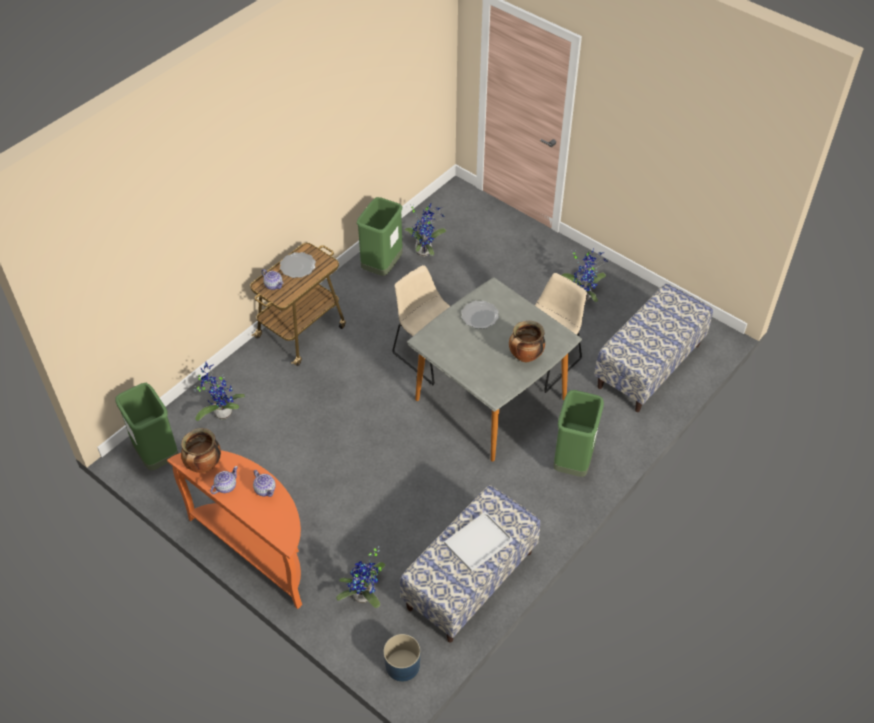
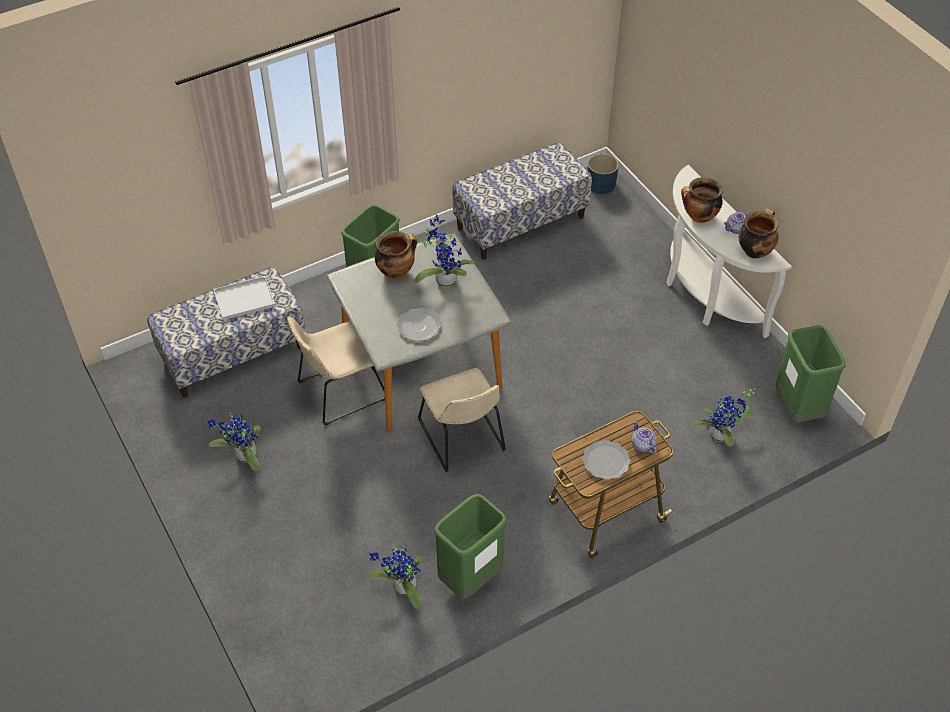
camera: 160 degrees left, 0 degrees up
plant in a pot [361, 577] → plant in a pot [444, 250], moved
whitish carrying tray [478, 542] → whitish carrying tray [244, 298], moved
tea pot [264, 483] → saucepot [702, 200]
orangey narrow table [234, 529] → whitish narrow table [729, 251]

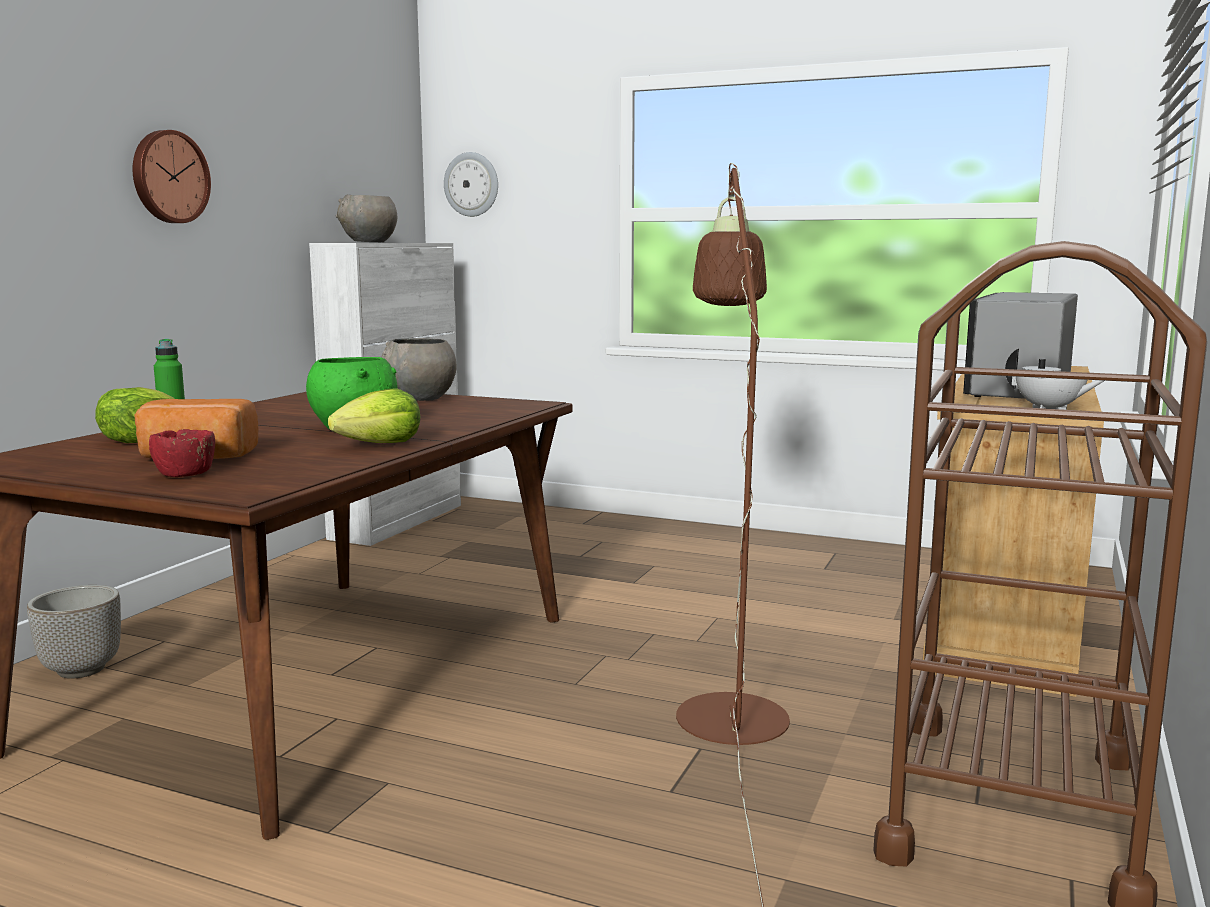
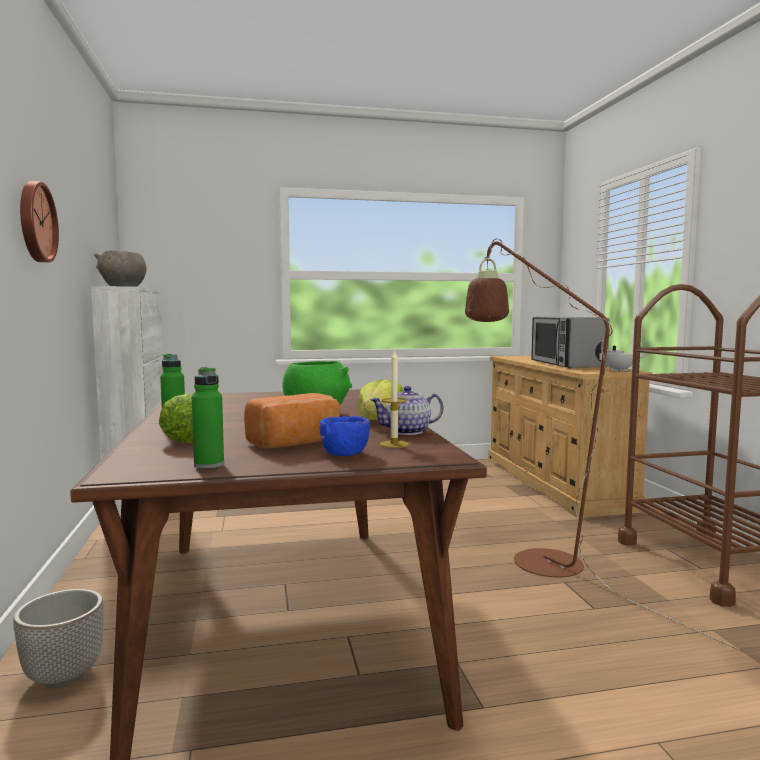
camera: 35 degrees left, 5 degrees down
greyish bowl [419, 369] → -
clock on the wall [471, 184] → -
- → greenish drink bottle [208, 417]
- → tea pot [407, 410]
- → wax light [394, 398]
red-coloured bowl [182, 453] → blue-coloured bowl [345, 436]

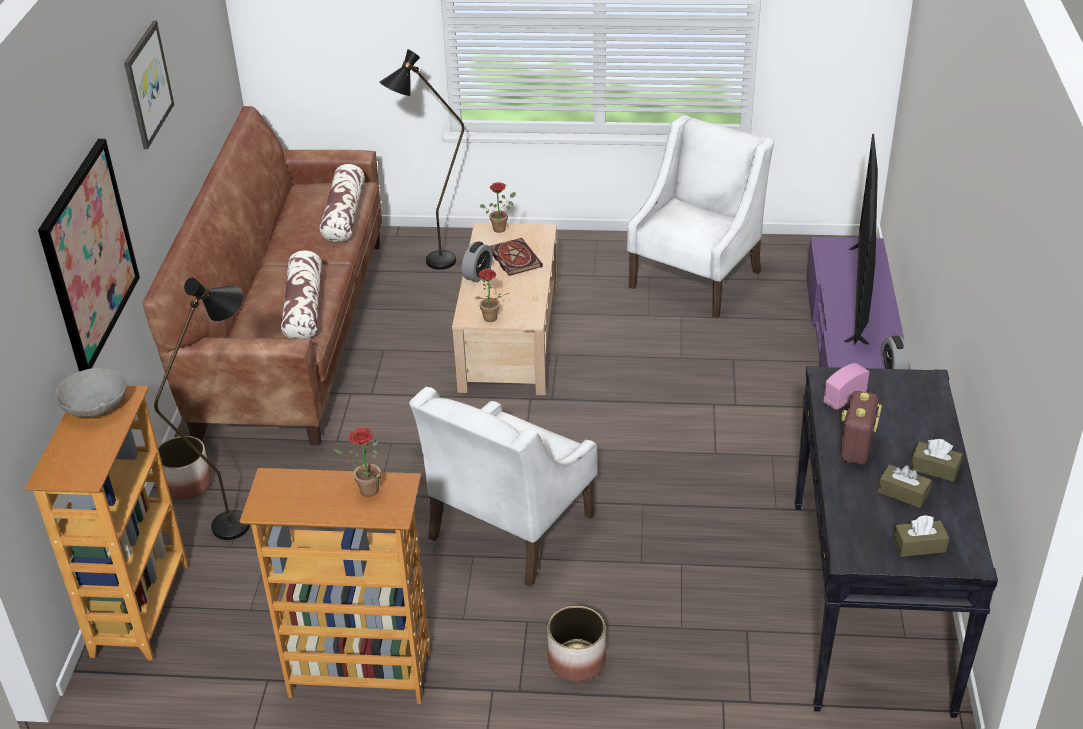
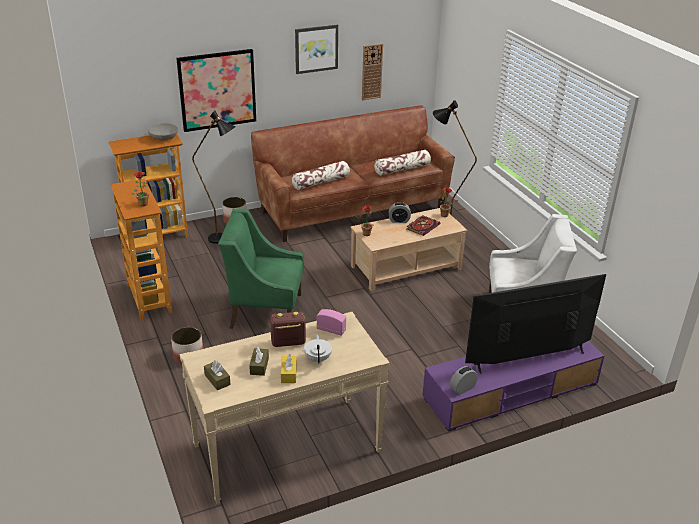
camera: 60 degrees right, 5 degrees down
- → whitish tea pot [318, 349]
- → clock on the wall [372, 71]
whitish easy chair [503, 487] → greenish easy chair [261, 268]
blackish narrow table [896, 542] → beige-coloured narrow table [285, 408]
brown box of tissues [936, 460] → yellow box of tissues [289, 368]

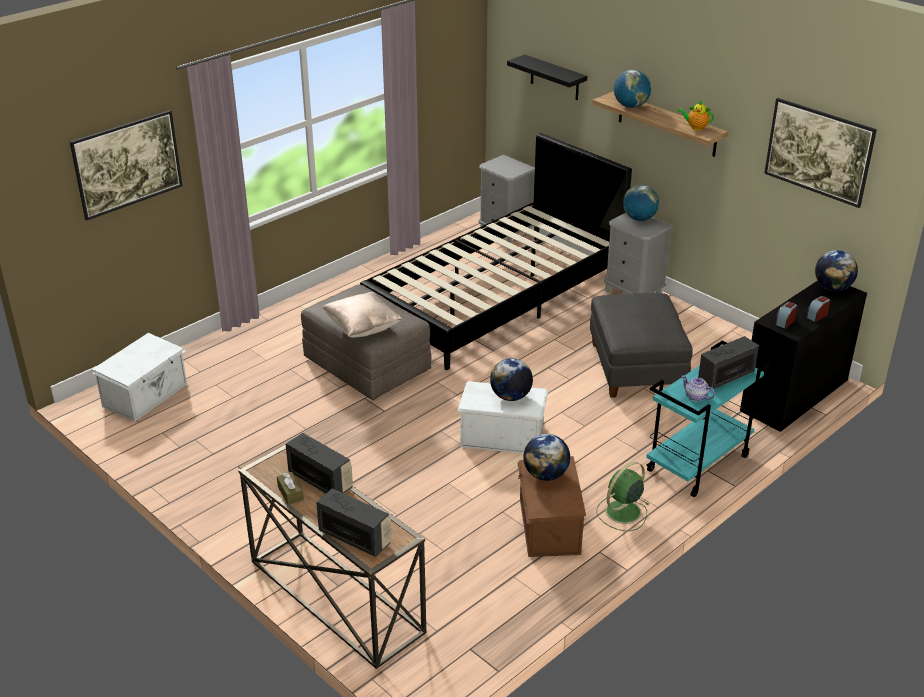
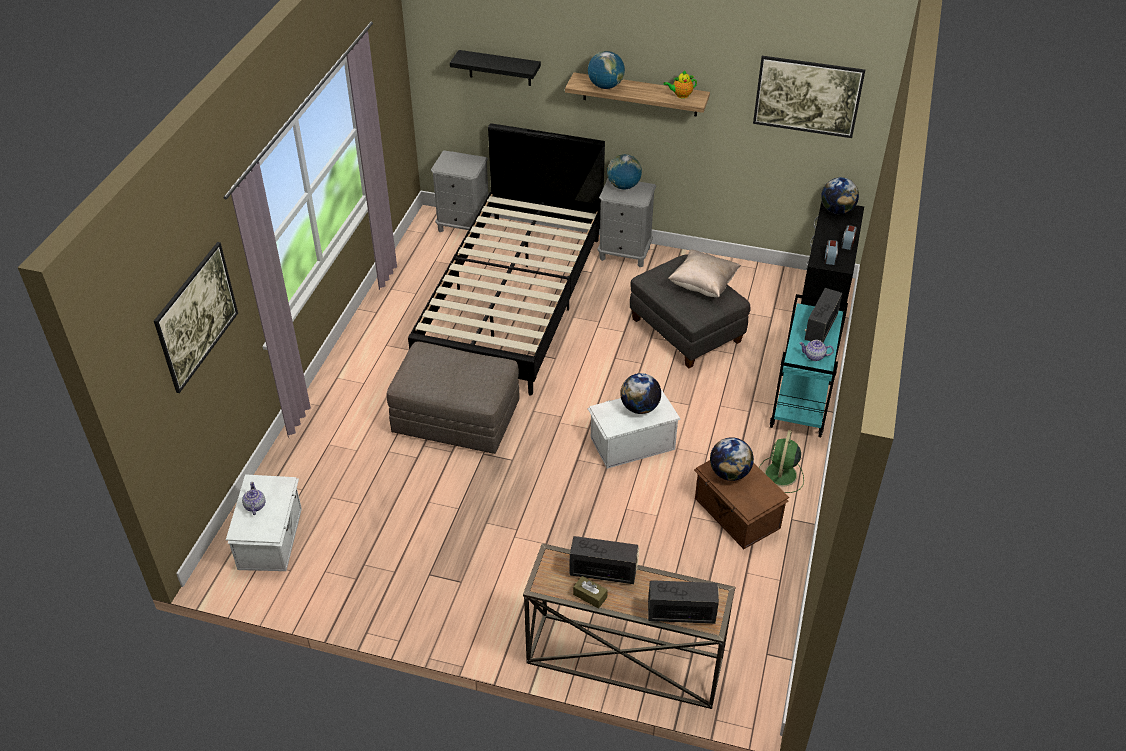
camera: 30 degrees left, 10 degrees up
- → tea pot [254, 498]
beige-coloured cushion [362, 315] → beige-coloured cushion [704, 273], moved

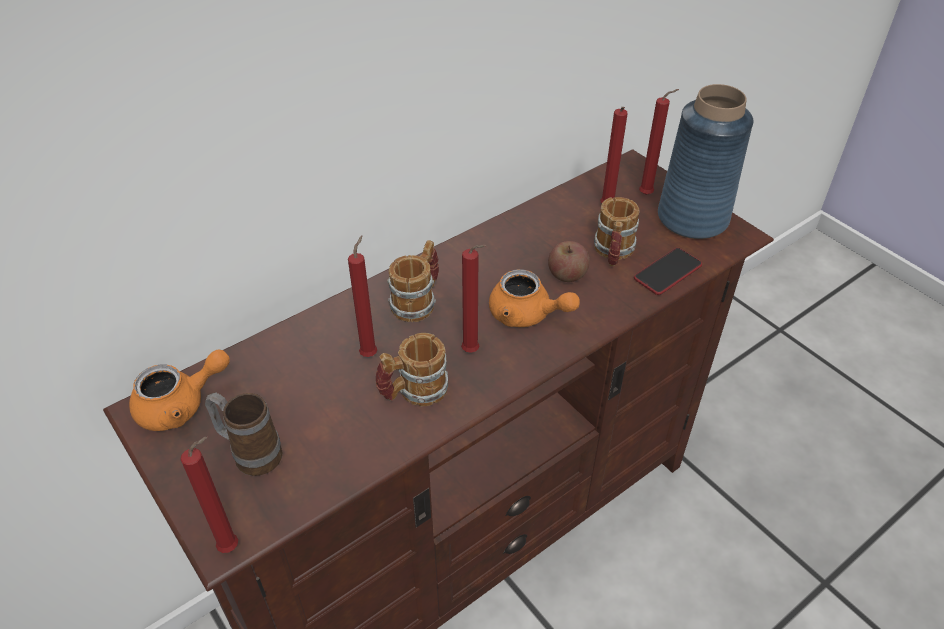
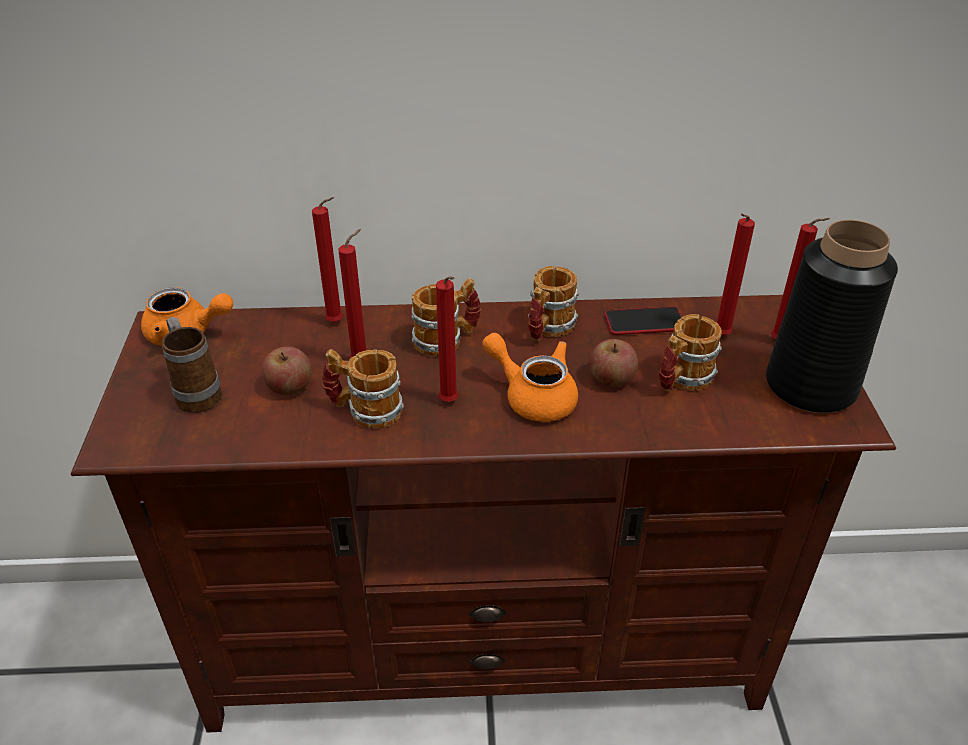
camera: 35 degrees right, 5 degrees down
- → whole apple [287, 371]
- → mug [553, 303]
red-coloured wax light [209, 494] → red-coloured wax light [327, 259], moved
telephone [668, 271] → telephone [643, 320], moved
blue-coloured flower vase [706, 161] → blackish flower vase [832, 316]
orangey tea pot [534, 298] → orangey tea pot [530, 377], 150 degrees clockwise

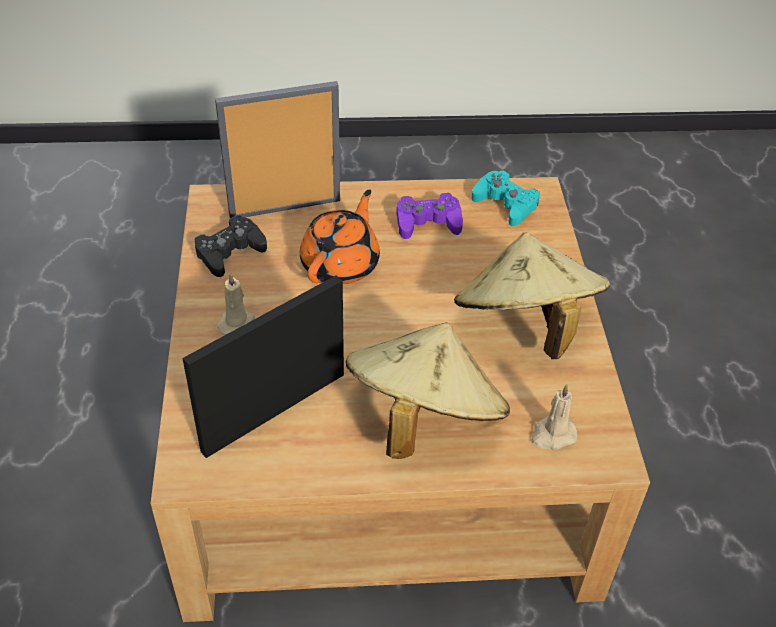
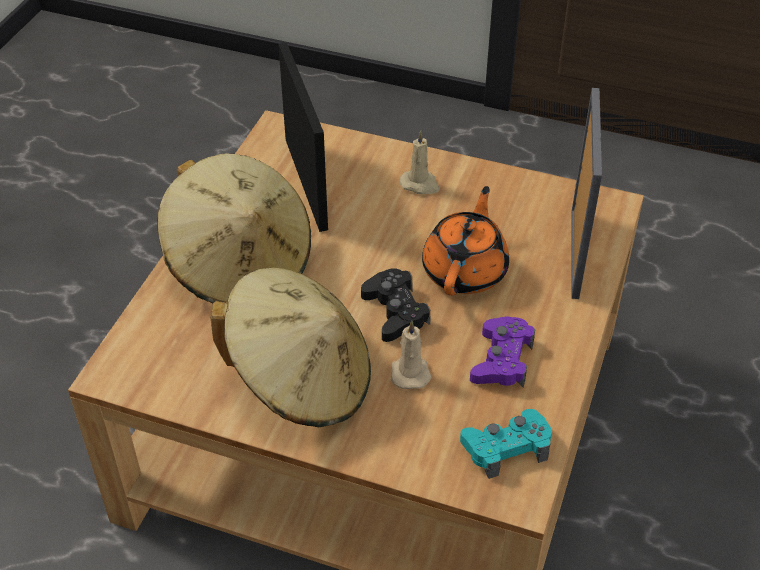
camera: 115 degrees right, 0 degrees up
blackish game controller [230, 246] → blackish game controller [396, 305], moved
beige-coloured wax light [554, 417] → beige-coloured wax light [411, 354], moved
orangey tea pot [340, 237] → orangey tea pot [465, 241], 120 degrees counterclockwise

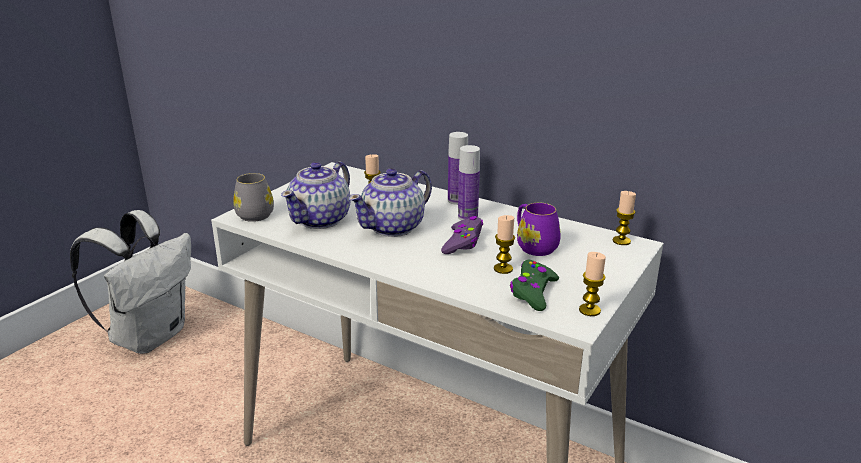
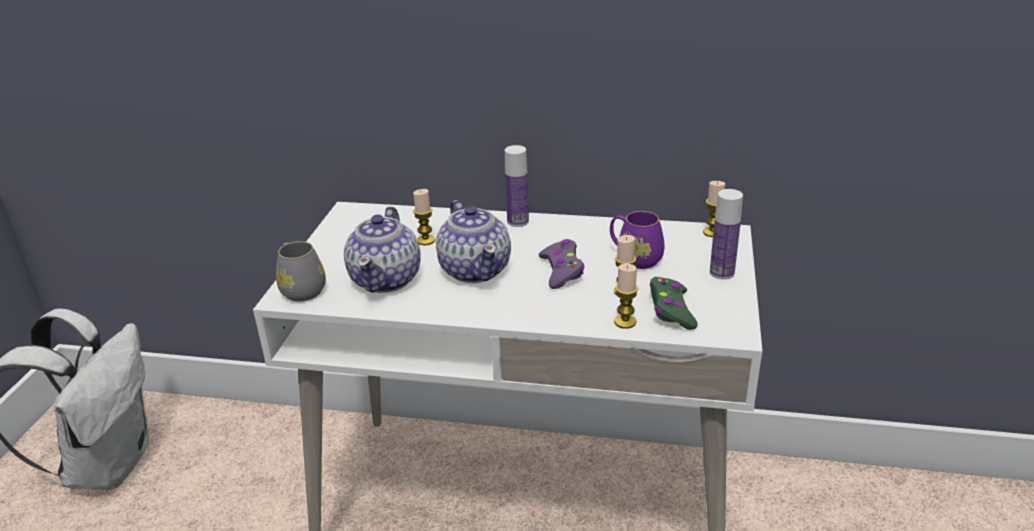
camera: 20 degrees left, 5 degrees up
drink bottle [469, 182] → drink bottle [726, 234], moved
wax light [592, 284] → wax light [626, 296], moved
tea pot [390, 202] → tea pot [473, 241], 45 degrees counterclockwise

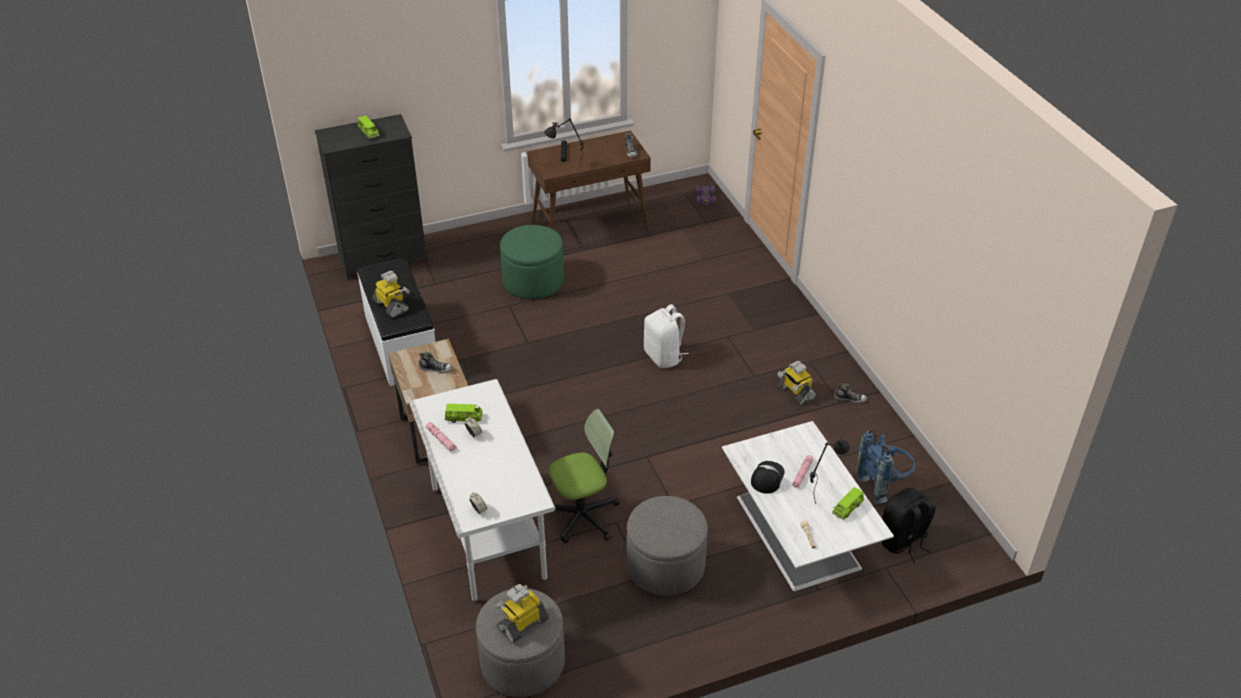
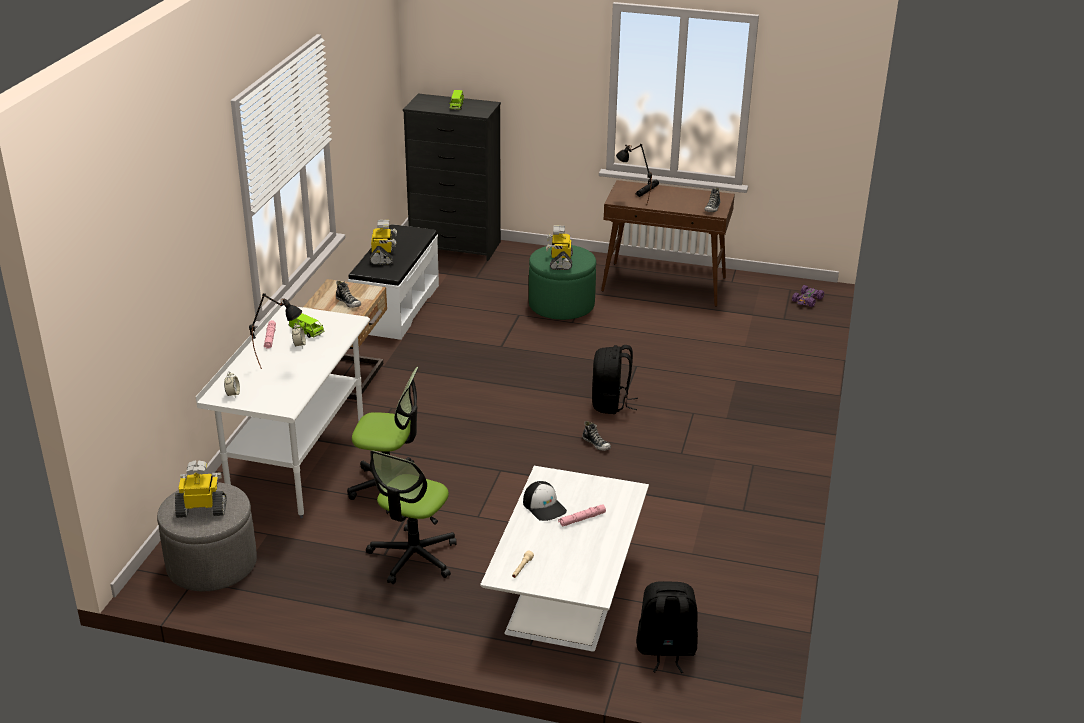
camera: 35 degrees right, 10 degrees down
greenish toy car [848, 503] → -
blue-coloured knapsack [885, 466] → -
robot figure [797, 382] → robot figure [559, 247], moved
blackish table lamp [830, 470] → blackish table lamp [275, 331], moved
low shoe [850, 393] → low shoe [596, 436], moved
greyish pouffe [667, 546] → desk chair [411, 517]
whitish knapsack [666, 336] → blackish knapsack [615, 379]
peaked cap [768, 477] → peaked cap [545, 501], 90 degrees clockwise

